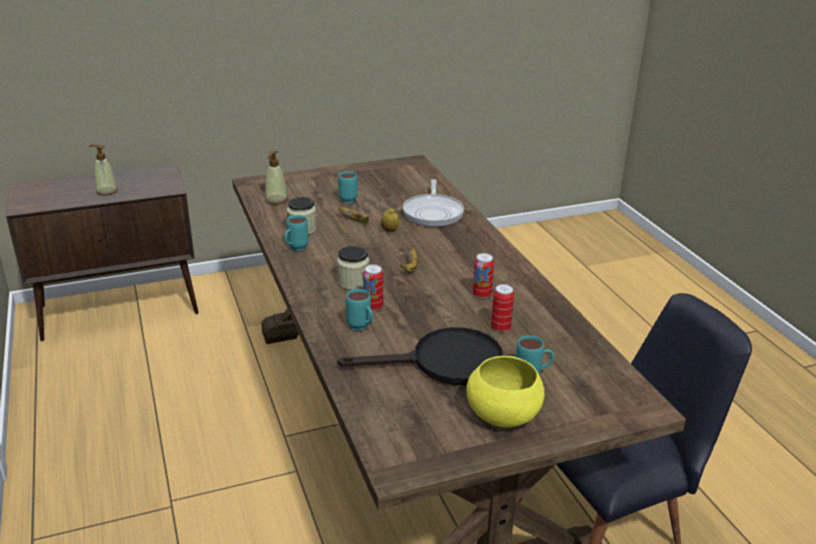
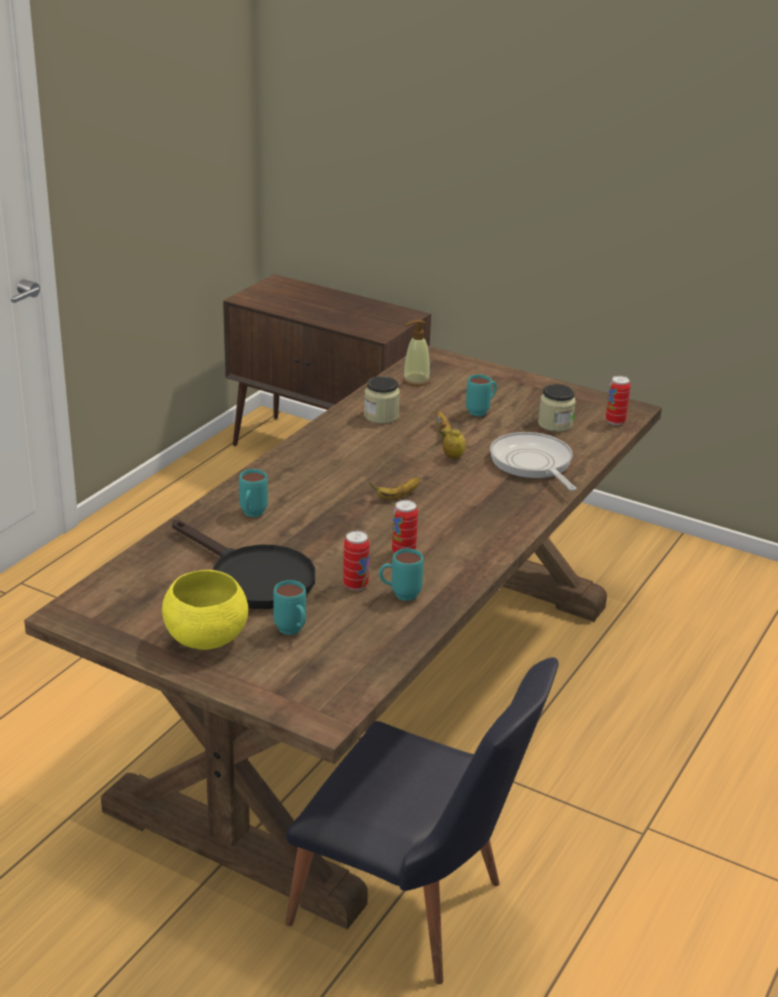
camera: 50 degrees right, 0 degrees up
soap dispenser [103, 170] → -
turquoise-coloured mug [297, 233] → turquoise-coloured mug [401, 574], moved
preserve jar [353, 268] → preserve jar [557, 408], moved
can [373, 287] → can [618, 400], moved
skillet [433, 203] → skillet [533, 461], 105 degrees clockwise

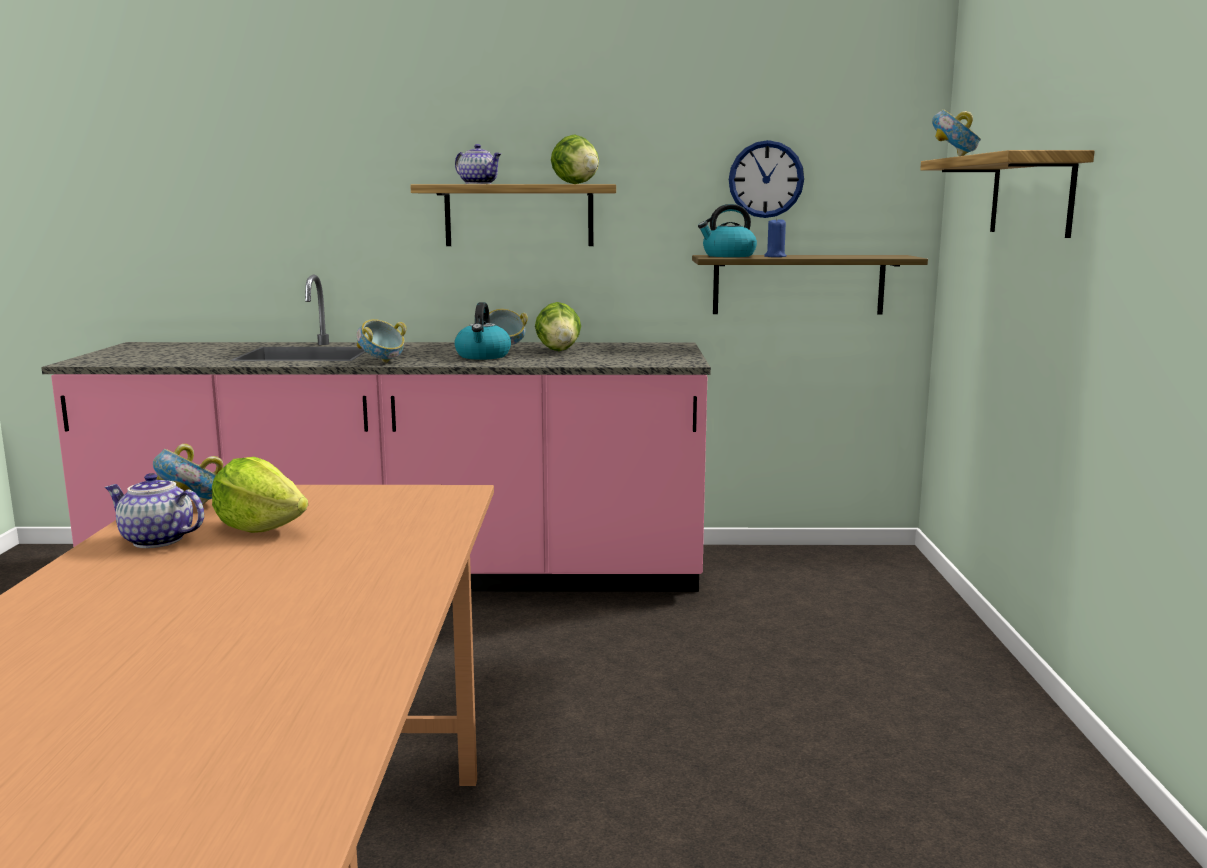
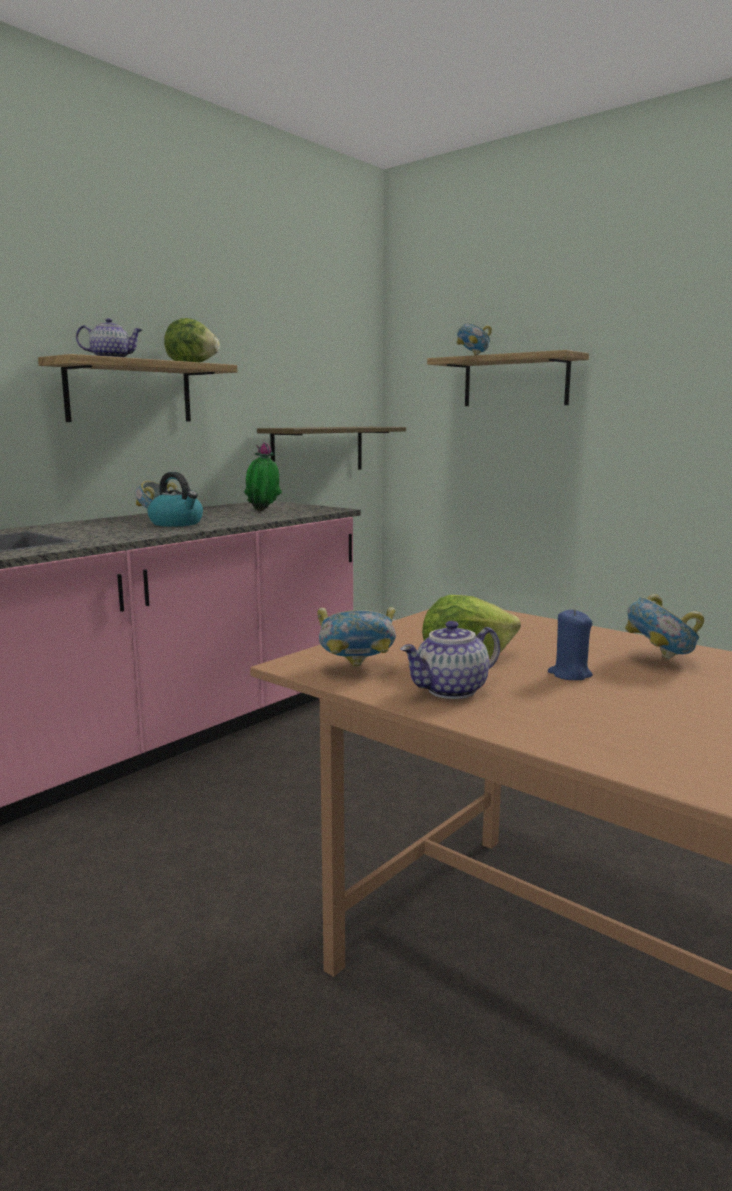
camera: 50 degrees left, 0 degrees up
lettuce head [558, 326] → -
water kettle [727, 230] → -
clock on the wall [766, 179] → -
- → plant in a pot [263, 476]
bowl [381, 341] → bowl [664, 626], moved
blue-coloured wax light [775, 237] → blue-coloured wax light [570, 644], moved

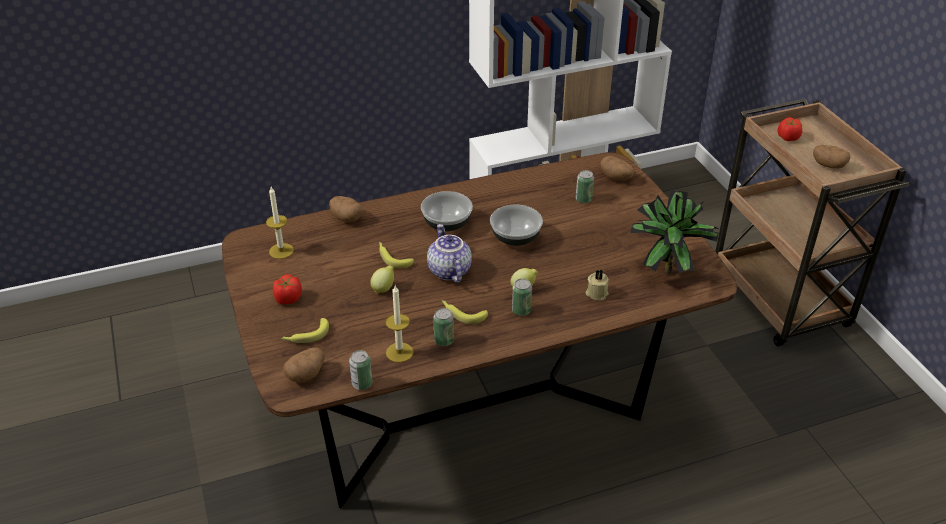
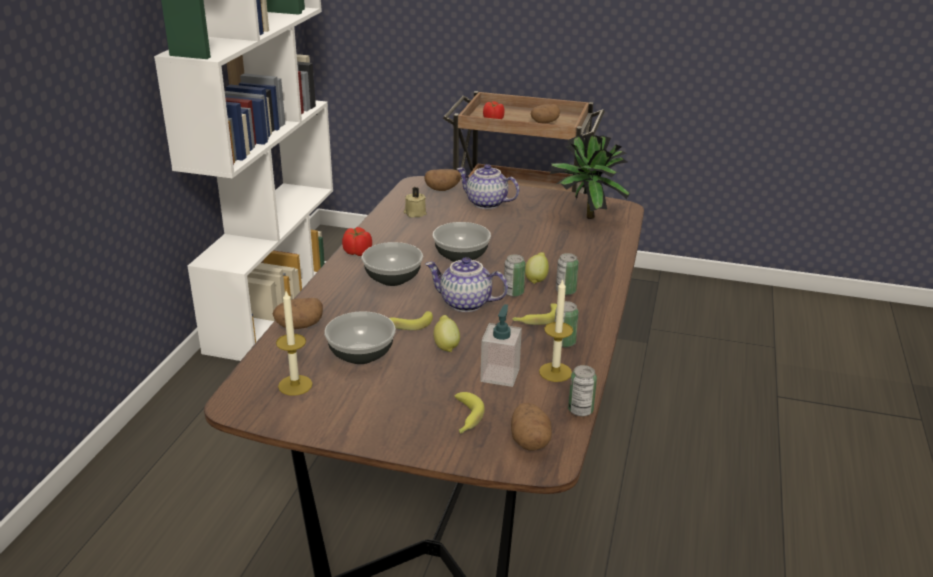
camera: 55 degrees left, 10 degrees down
- → bowl [360, 337]
- → tea pot [488, 186]
- → soap dispenser [501, 345]
tomato [287, 289] → tomato [357, 241], moved
can [585, 187] → can [515, 276], moved
beige-coloured wax light [597, 285] → beige-coloured wax light [415, 202], moved

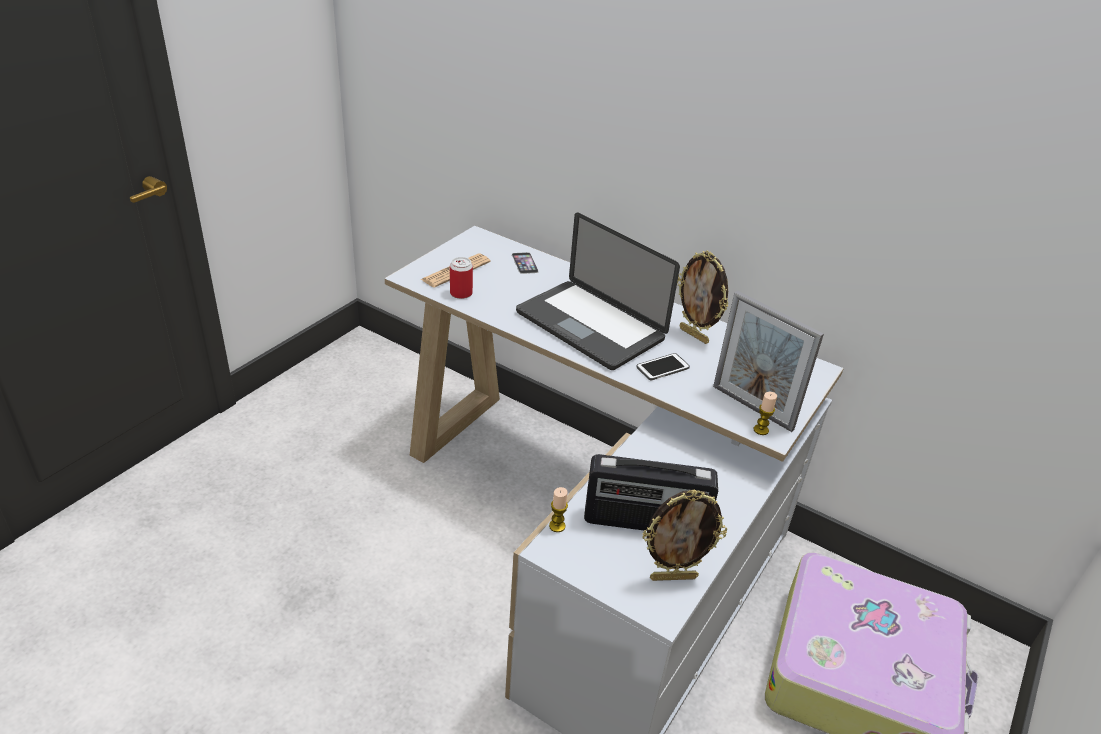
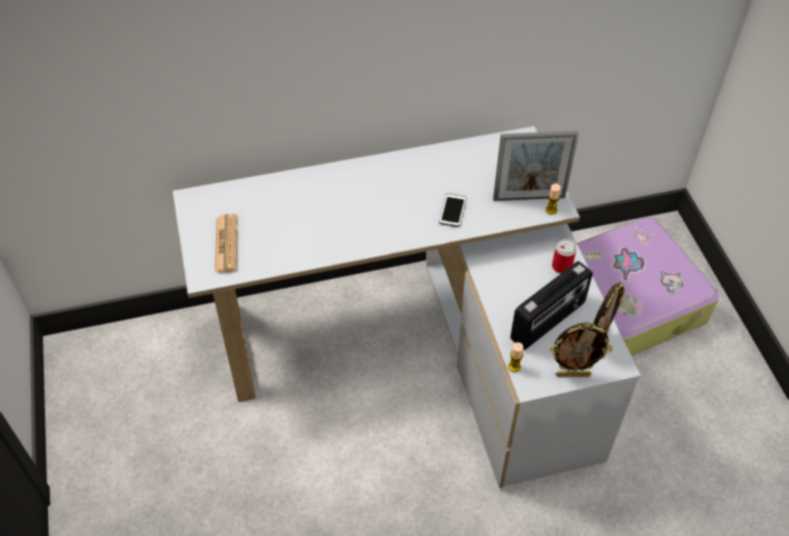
camera: 45 degrees left, 15 degrees up
telephone [525, 263] → -
portable computer [598, 291] → -
can [461, 278] → can [564, 256], moved
standing frame [702, 297] → standing frame [581, 350], moved

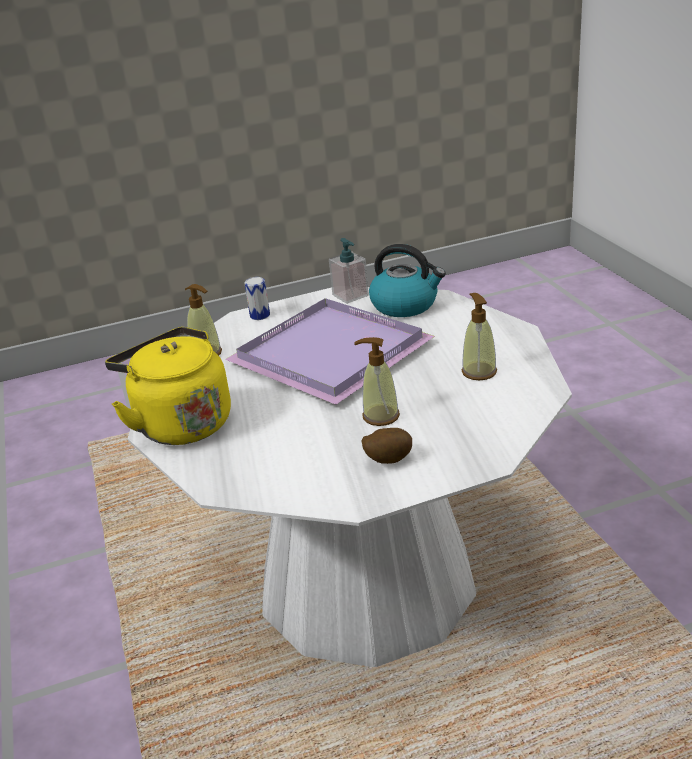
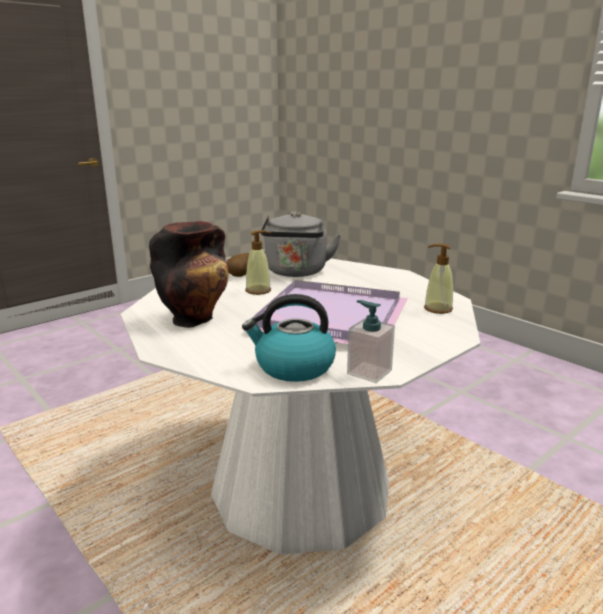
camera: 155 degrees right, 10 degrees down
yellow water kettle [168, 386] → -
can [257, 298] → -
- → greyish water kettle [301, 244]
soap dispenser [479, 336] → flower vase [189, 274]

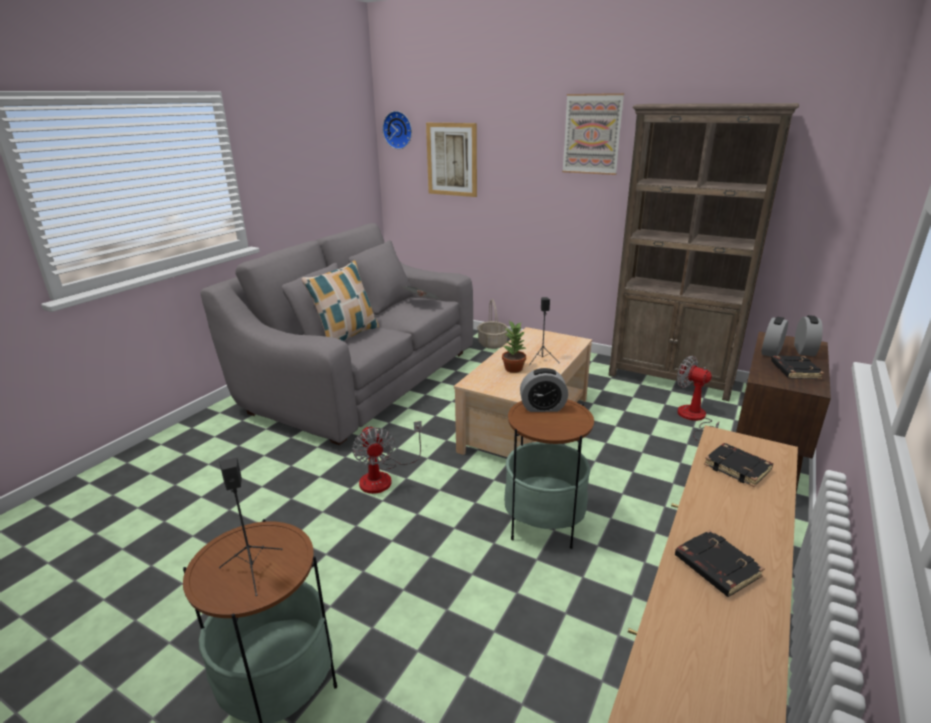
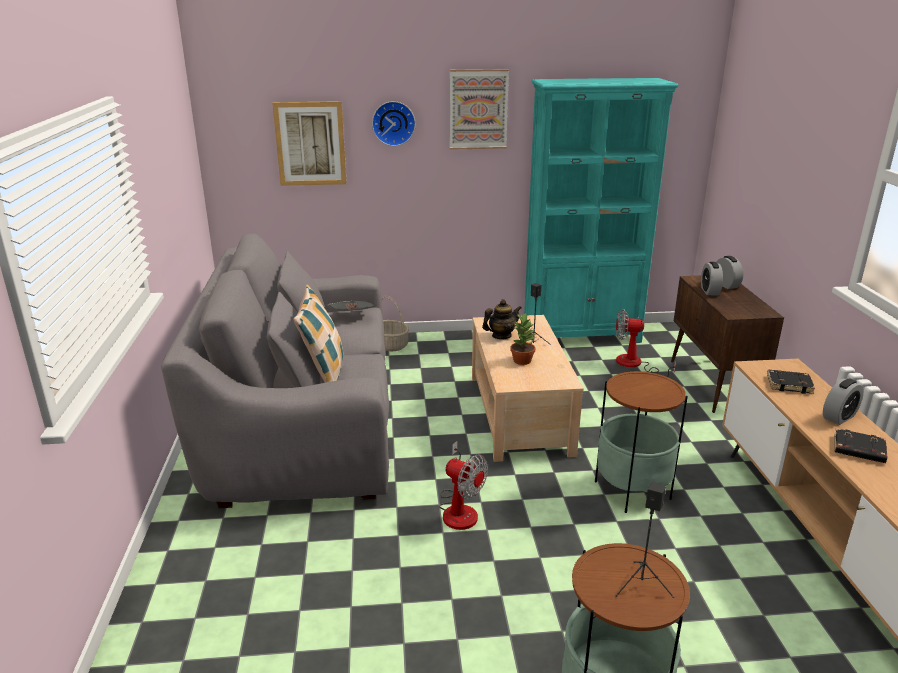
camera: 35 degrees left, 0 degrees up
blackish volume [797, 367] → -
- → tea pot [502, 319]
clock on the wall [397, 130] → clock on the wall [394, 123], moved
bedside clock [544, 390] → bedside clock [843, 402], moved
brown shelving unit [703, 252] → turquoise-coloured shelving unit [601, 210]

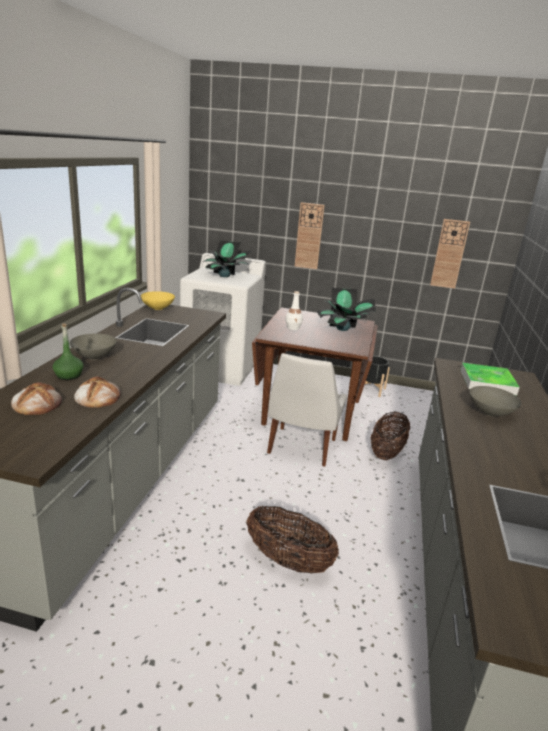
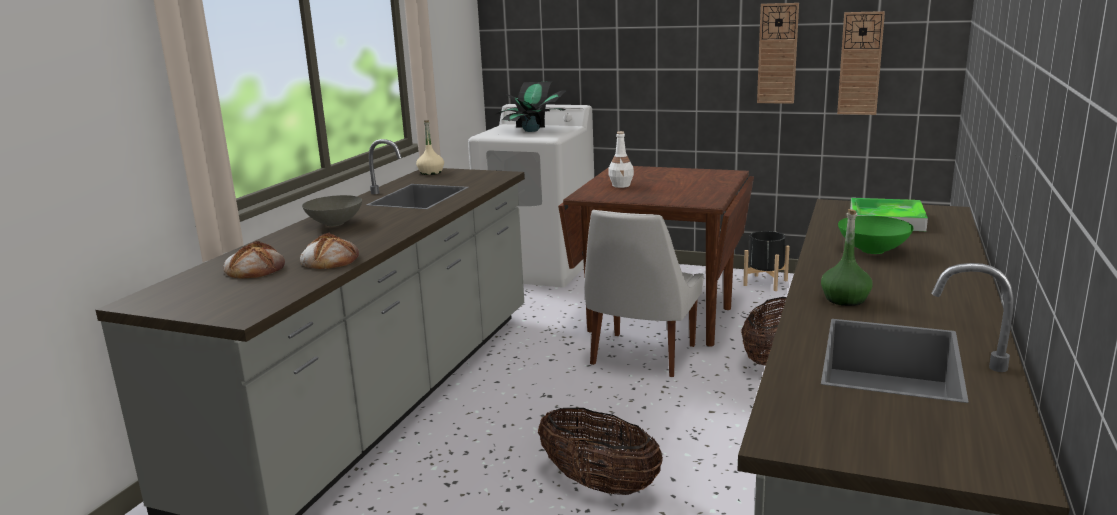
camera: 10 degrees right, 5 degrees down
plant in a pot [346, 309] → -
greenish drink bottle [68, 352] → greenish drink bottle [847, 257], moved
clock on the wall [310, 235] → clock on the wall [778, 53], moved
yellow bowl [157, 300] → beige-coloured drink bottle [430, 147]
greyish bowl [495, 401] → greenish bowl [876, 235]

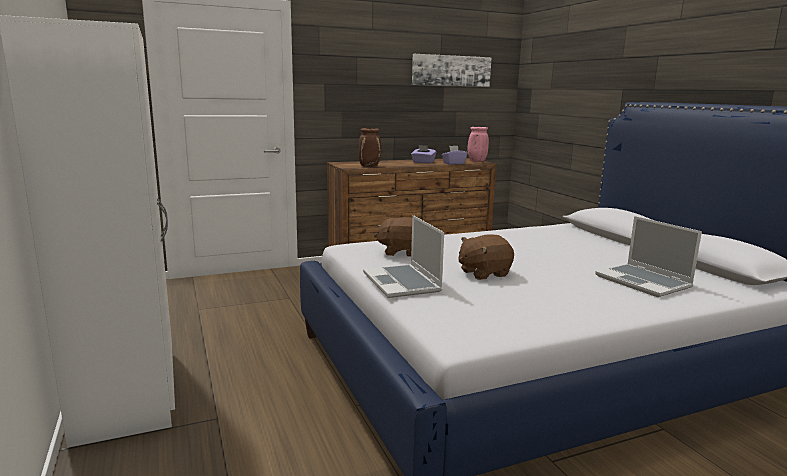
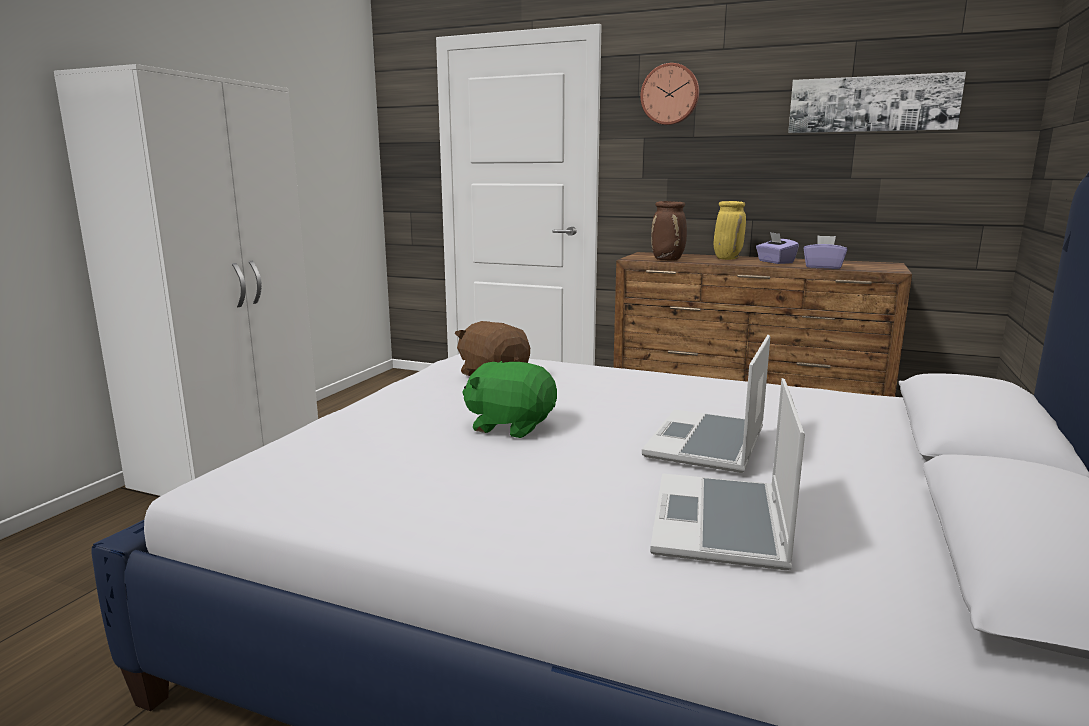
camera: 45 degrees right, 0 degrees up
pink-coloured flower vase [478, 144] → -
- → clock on the wall [669, 94]
- → yellow flower vase [730, 230]
portable computer [403, 256] → portable computer [706, 404], moved
brown soft toy [486, 257] → greenish soft toy [509, 399]

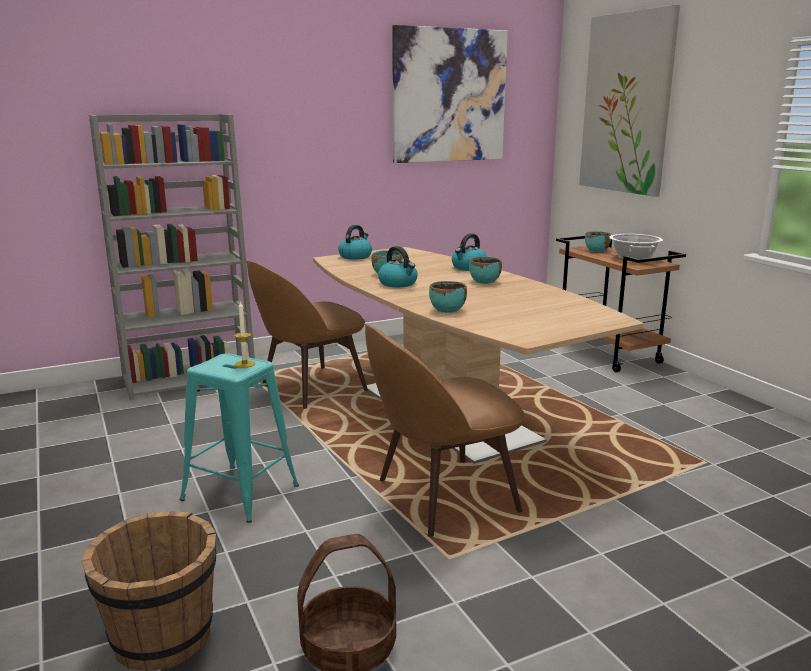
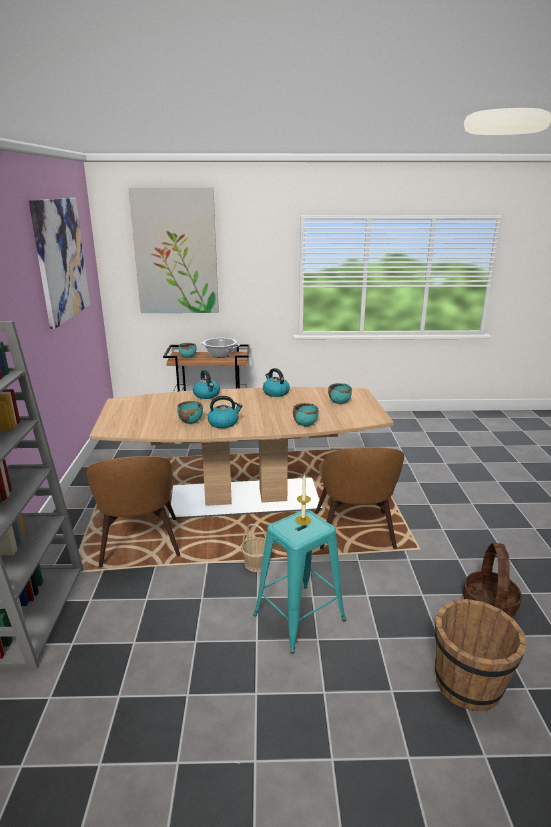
camera: 65 degrees left, 5 degrees up
- → storage basket [257, 548]
water kettle [355, 242] → water kettle [276, 382], moved
turquoise-coloured bowl [485, 270] → turquoise-coloured bowl [340, 393], moved

